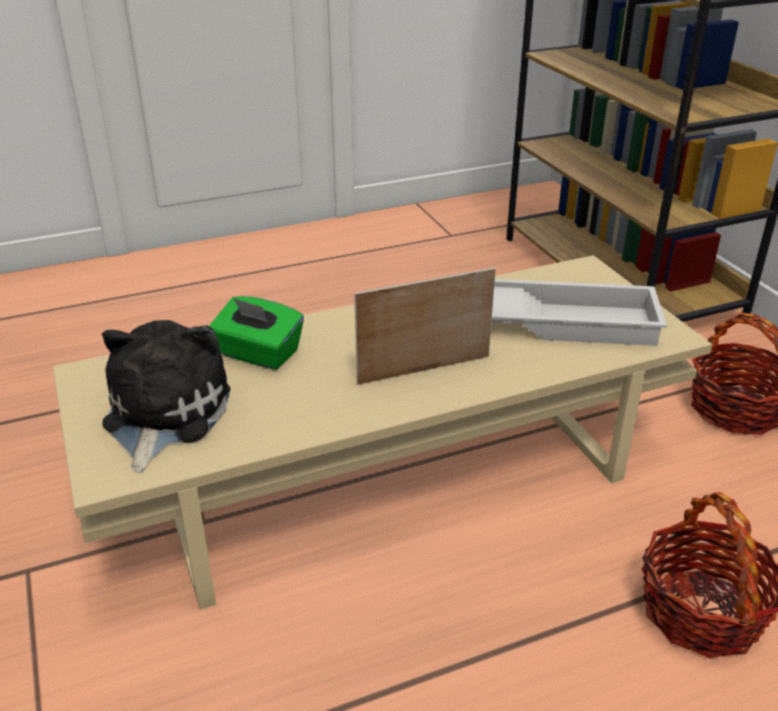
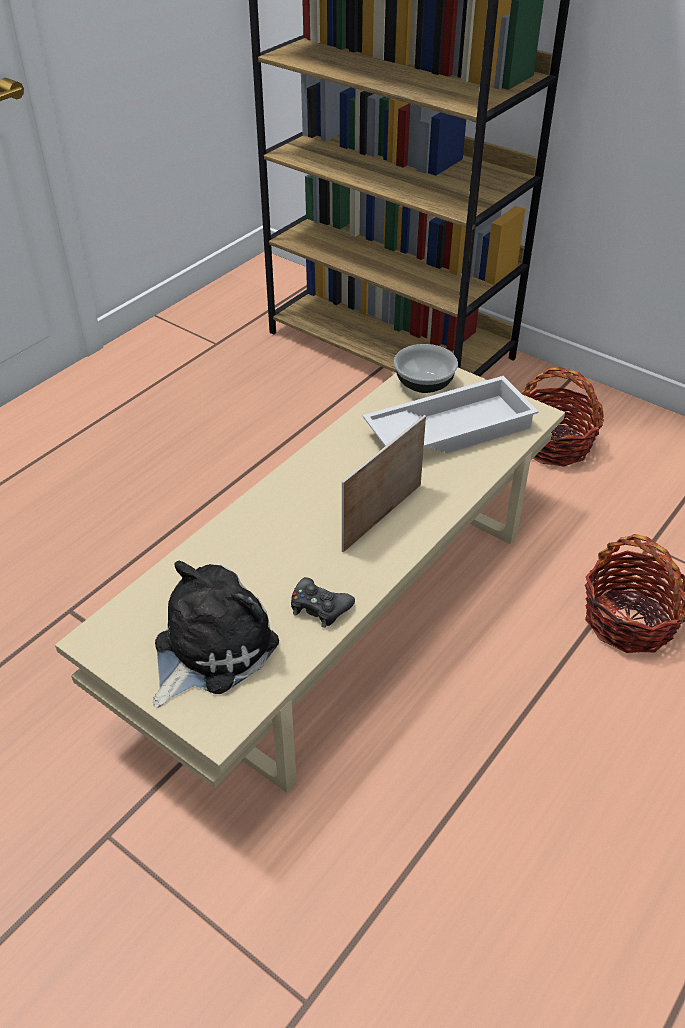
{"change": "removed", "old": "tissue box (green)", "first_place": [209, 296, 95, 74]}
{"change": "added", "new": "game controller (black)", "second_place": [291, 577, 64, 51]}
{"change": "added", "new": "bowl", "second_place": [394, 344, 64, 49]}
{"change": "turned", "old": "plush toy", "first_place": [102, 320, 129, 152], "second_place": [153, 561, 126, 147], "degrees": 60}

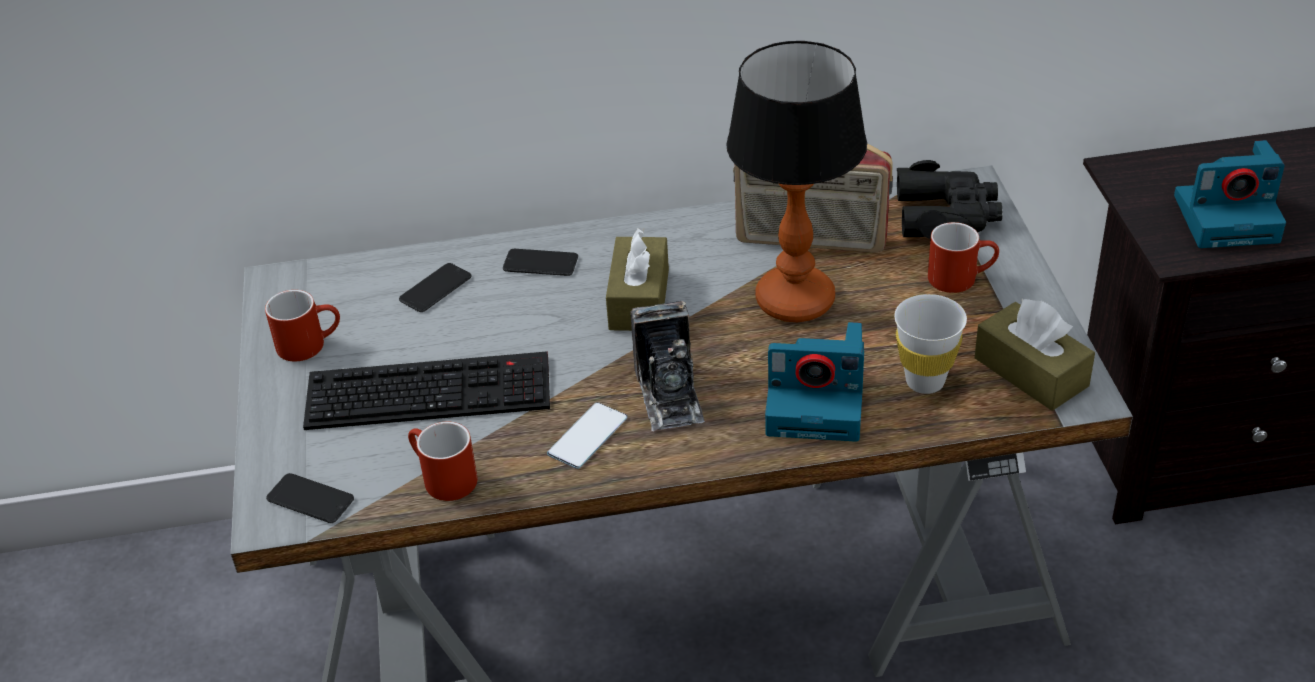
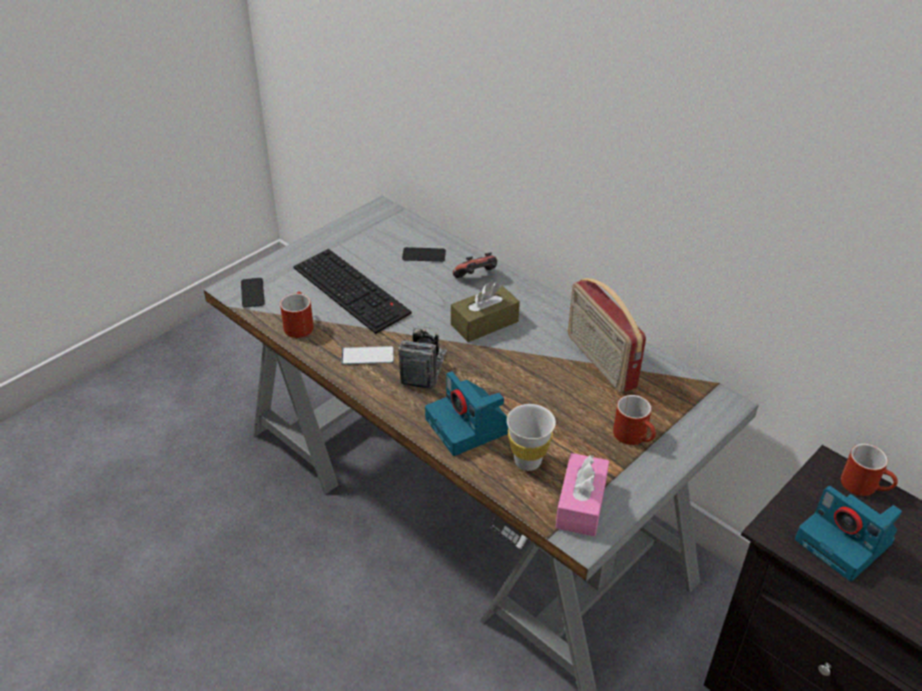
{"change": "removed", "old": "table lamp", "first_place": [726, 41, 141, 281]}
{"change": "removed", "old": "binoculars (black)", "first_place": [897, 160, 106, 79]}
{"change": "moved", "old": "mug (red)", "first_place": [265, 290, 75, 71], "second_place": [841, 444, 57, 52]}
{"change": "replaced", "old": "phone", "new": "game controller", "first_place": [503, 249, 75, 27], "second_place": [453, 252, 44, 26]}
{"change": "recoloured", "old": "tissue box (brown)", "new": "tissue box (pink)", "first_place": [975, 299, 120, 112], "second_place": [555, 453, 54, 83]}
{"change": "turned", "old": "photo camera", "first_place": [631, 301, 74, 130], "second_place": [398, 327, 49, 62], "degrees": 150}

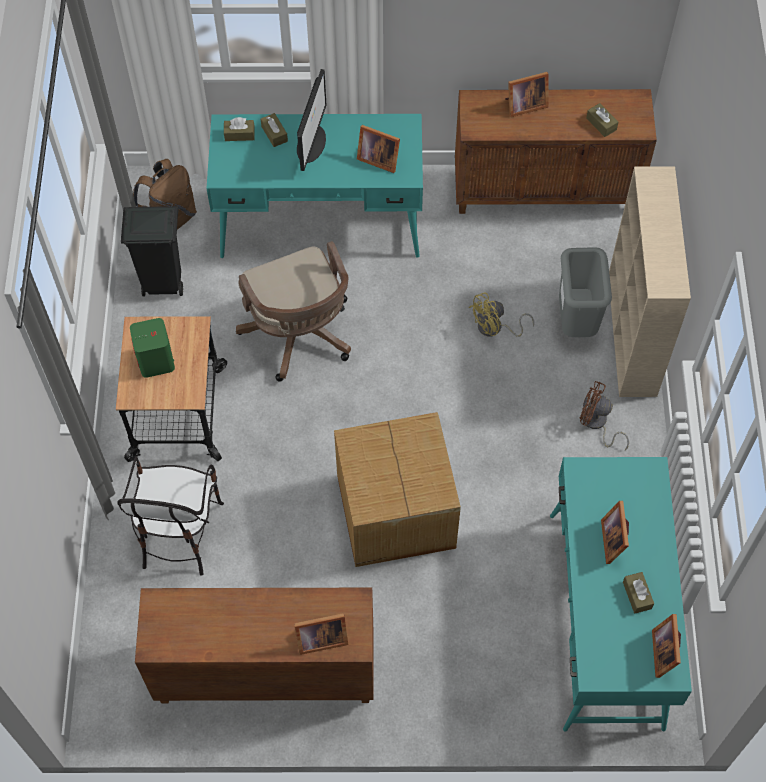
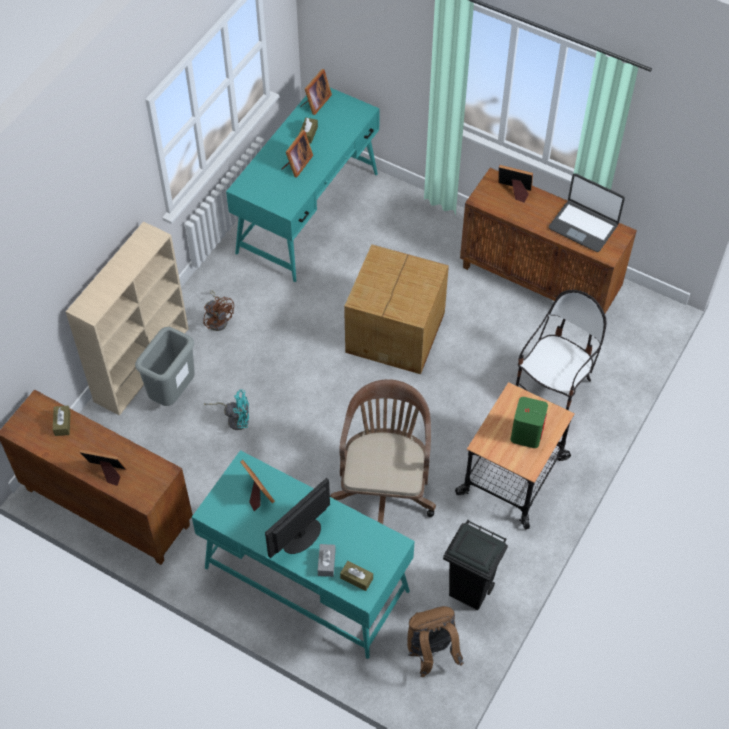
{"change": "added", "new": "laptop", "second_place": [549, 173, 76, 79]}
{"change": "recoloured", "old": "tissue box (brown)", "new": "tissue box (grey)", "first_place": [261, 113, 27, 34], "second_place": [318, 544, 18, 33]}
{"change": "recoloured", "old": "fan (yellow)", "new": "fan (turquoise)", "first_place": [469, 292, 65, 45], "second_place": [205, 389, 44, 41]}

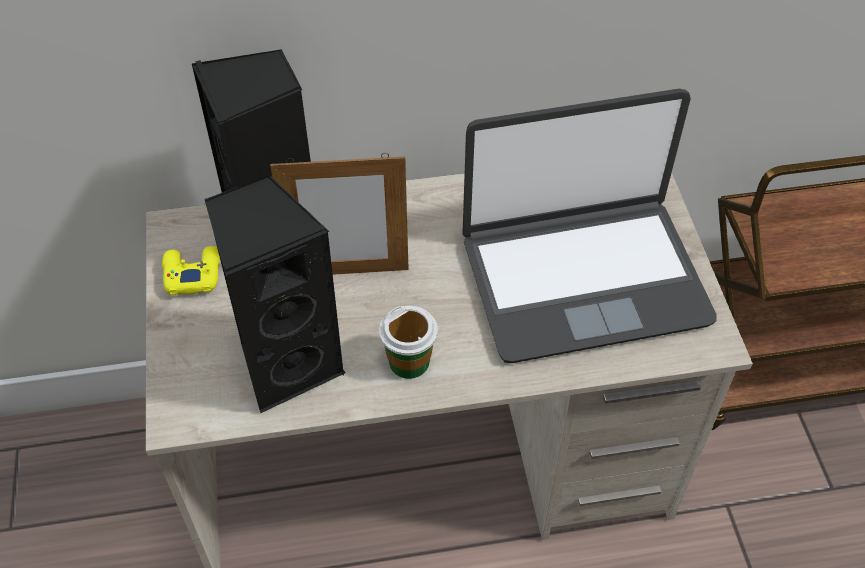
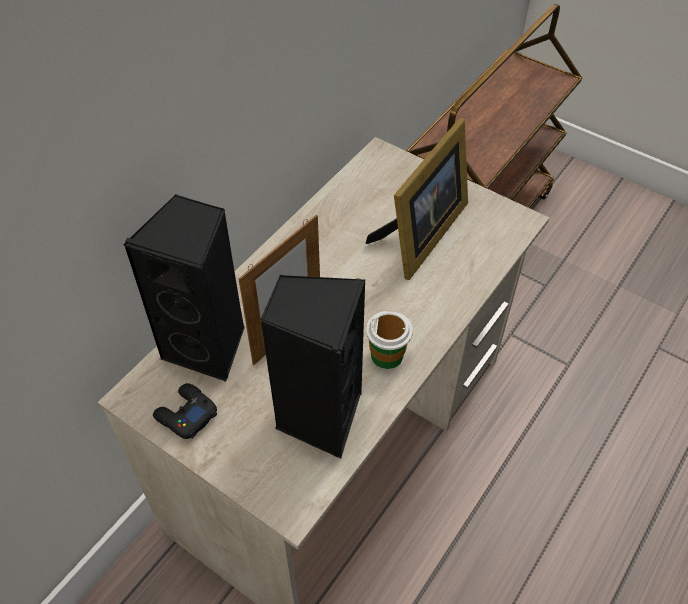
{"change": "replaced", "old": "laptop", "new": "picture frame", "first_place": [462, 89, 254, 274], "second_place": [365, 118, 103, 162]}
{"change": "recoloured", "old": "game controller (yellow)", "new": "game controller (black)", "first_place": [162, 246, 58, 50], "second_place": [153, 383, 64, 56]}

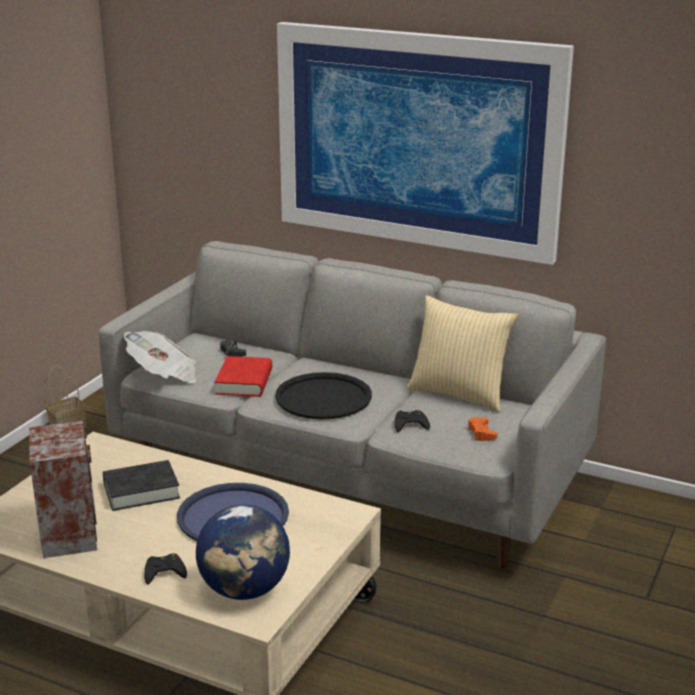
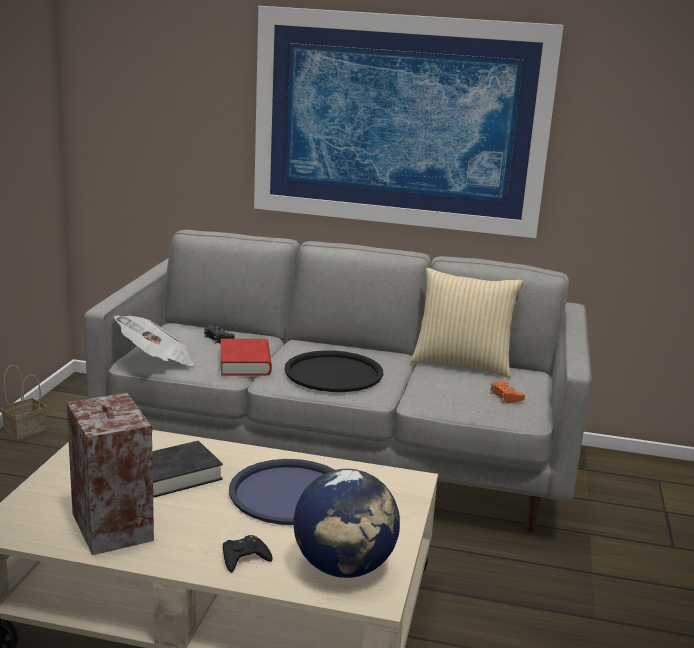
{"change": "removed", "old": "game controller (black)", "first_place": [395, 410, 35, 22]}

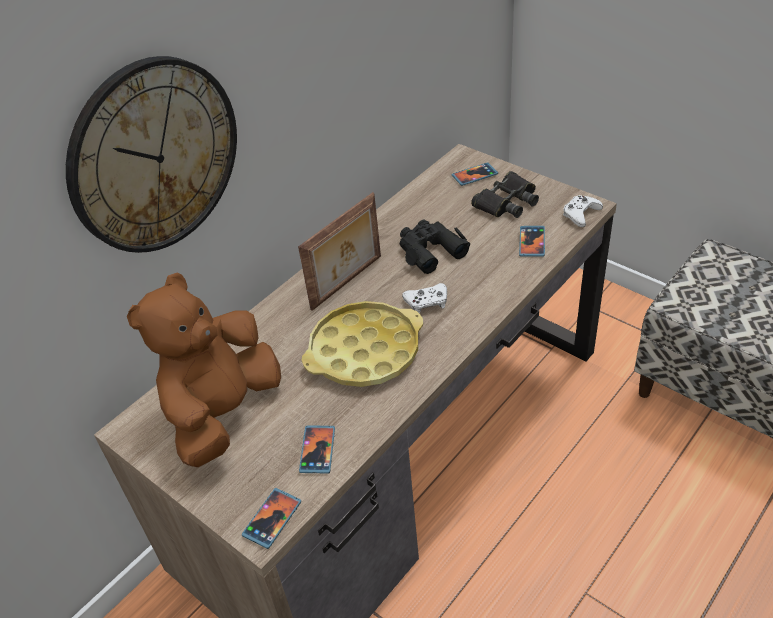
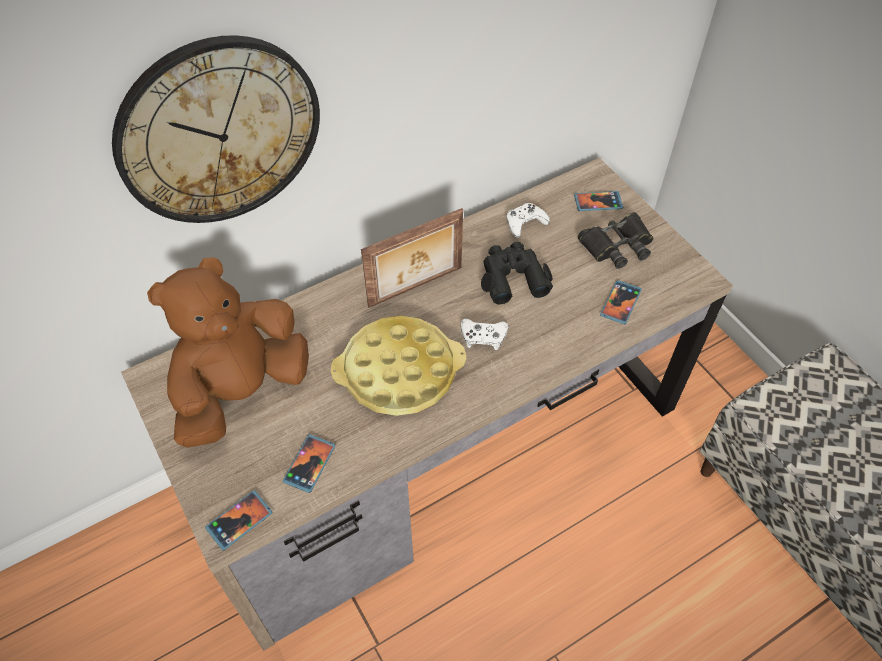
{"change": "moved", "old": "game controller (white)", "first_place": [563, 195, 40, 32], "second_place": [506, 203, 44, 35]}

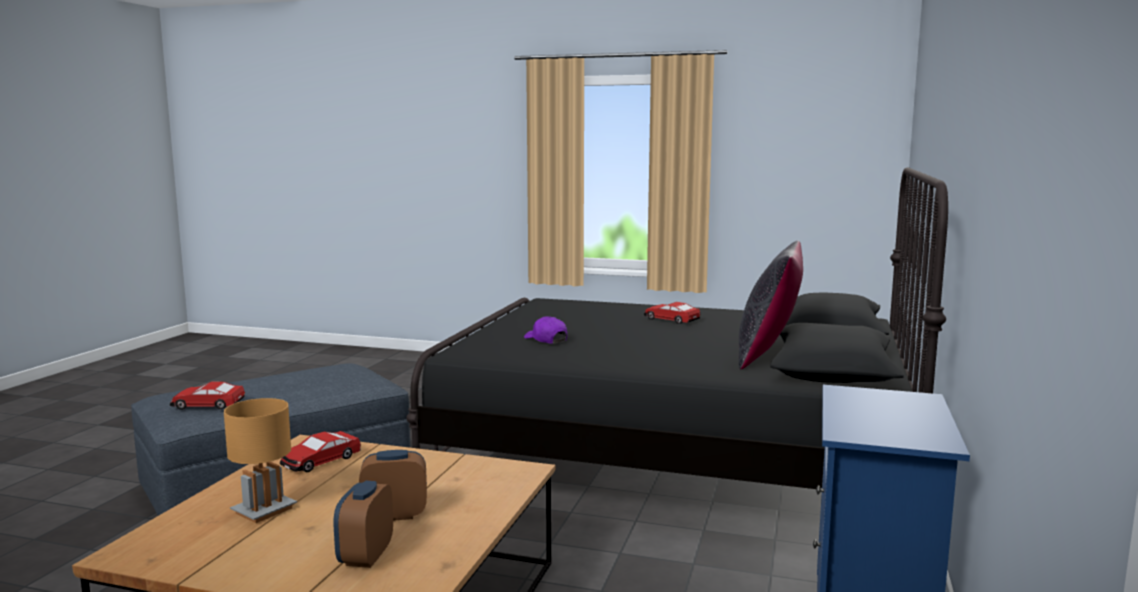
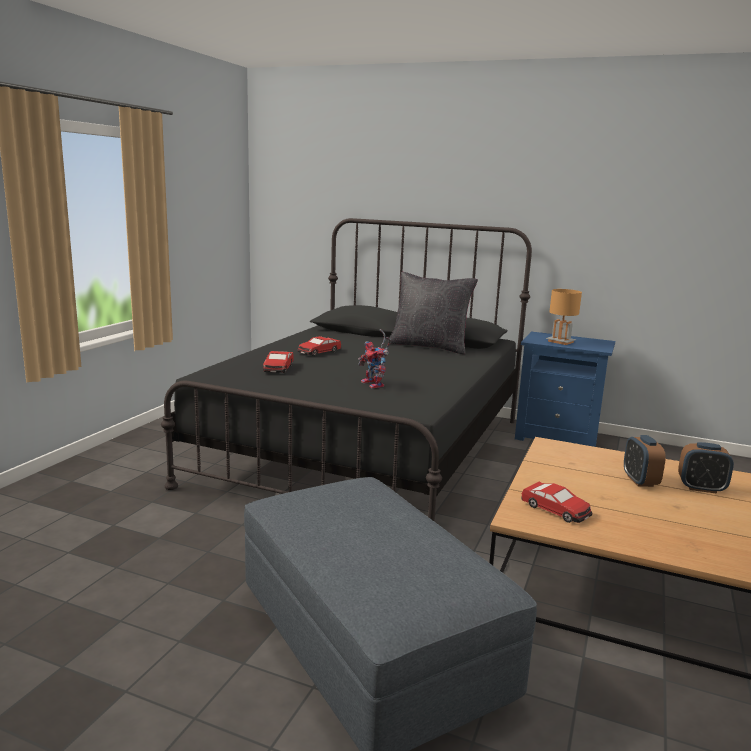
{"change": "moved", "old": "toy car", "first_place": [170, 381, 75, 29], "second_place": [263, 351, 31, 22]}
{"change": "moved", "old": "table lamp (brown)", "first_place": [224, 398, 73, 125], "second_place": [546, 289, 36, 56]}
{"change": "replaced", "old": "cap (purple)", "new": "toy robot", "first_place": [524, 316, 43, 28], "second_place": [358, 329, 33, 60]}

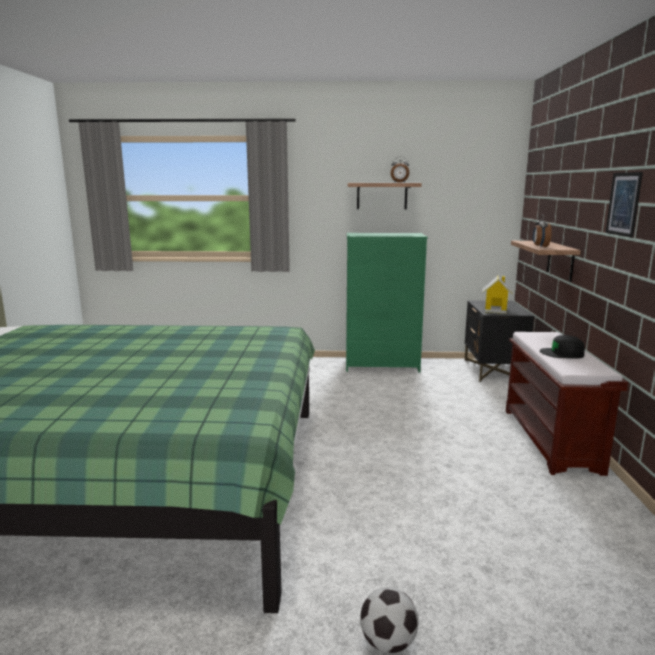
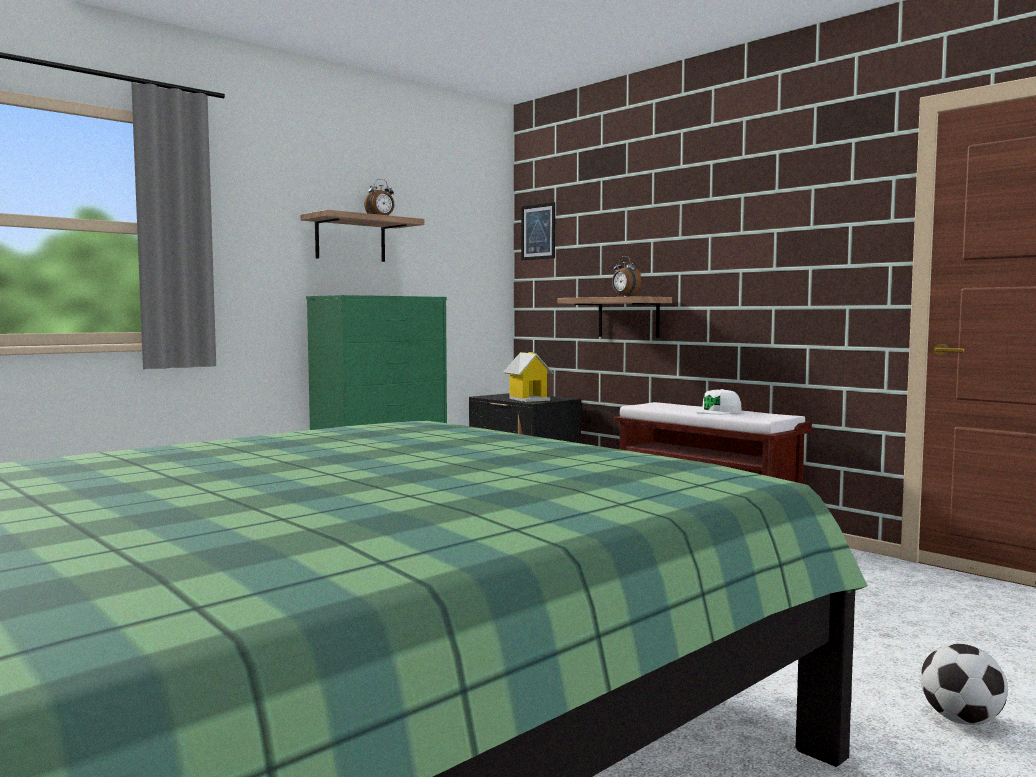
{"change": "moved", "old": "picture", "first_place": [605, 172, 38, 66], "second_place": [521, 202, 34, 58]}
{"change": "recoloured", "old": "cap (black)", "new": "cap (white)", "first_place": [540, 335, 45, 24], "second_place": [693, 389, 49, 26]}

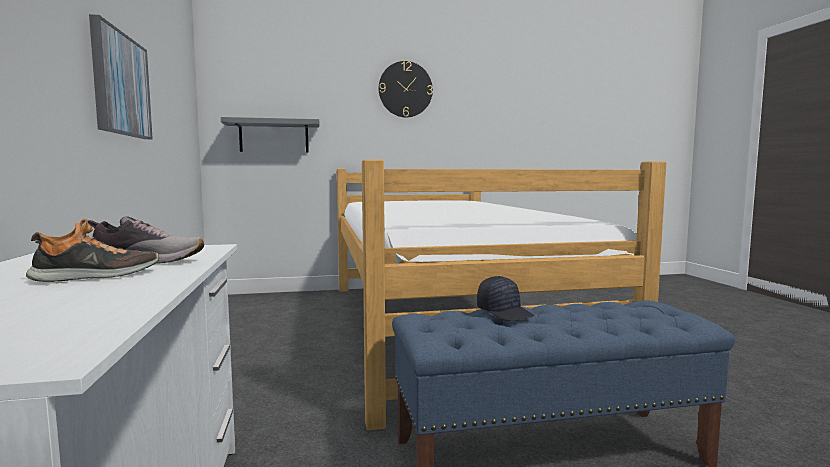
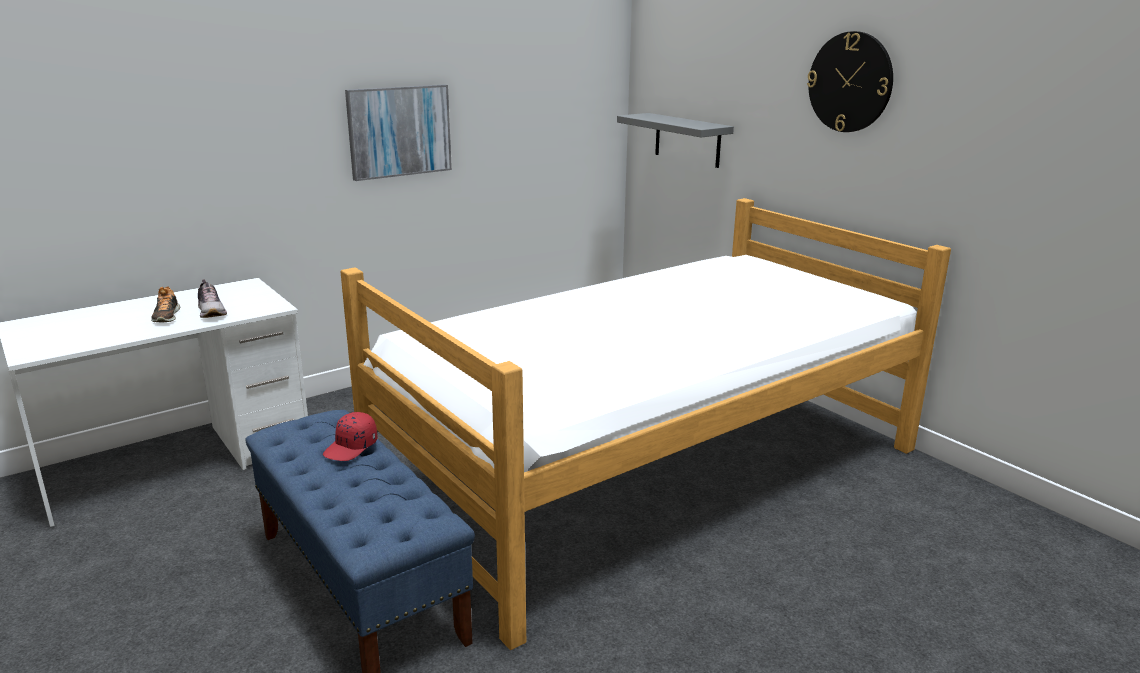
{"change": "recoloured", "old": "cap (black)", "new": "cap (red)", "first_place": [477, 276, 58, 45], "second_place": [323, 412, 54, 49]}
{"change": "turned", "old": "shoe", "first_place": [26, 218, 133, 64], "second_place": [151, 286, 29, 36], "degrees": 45}

